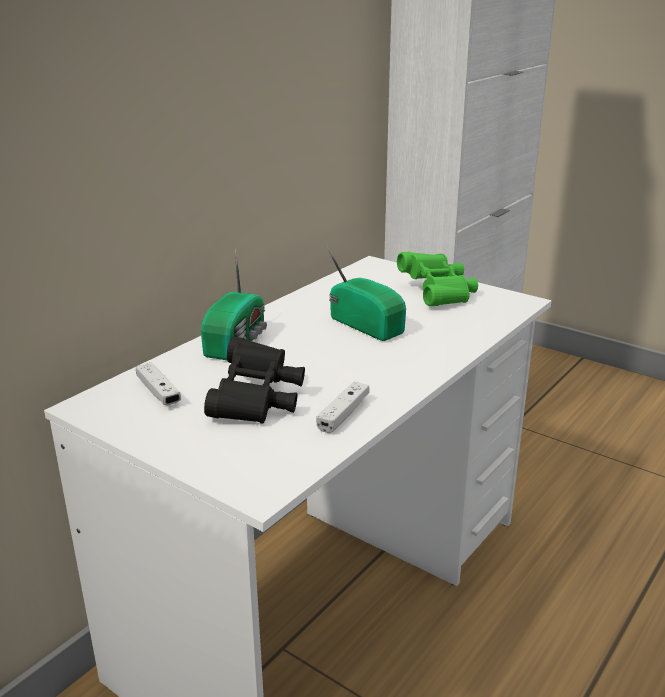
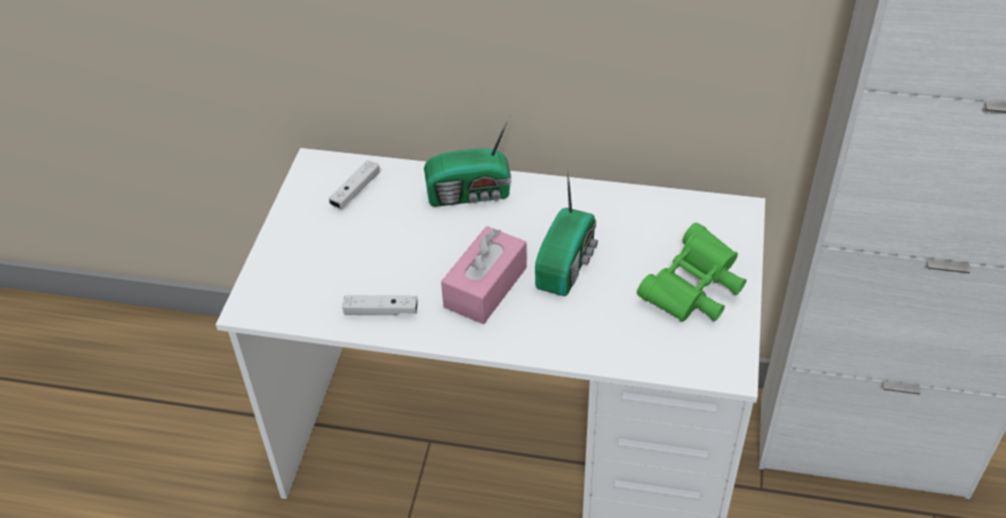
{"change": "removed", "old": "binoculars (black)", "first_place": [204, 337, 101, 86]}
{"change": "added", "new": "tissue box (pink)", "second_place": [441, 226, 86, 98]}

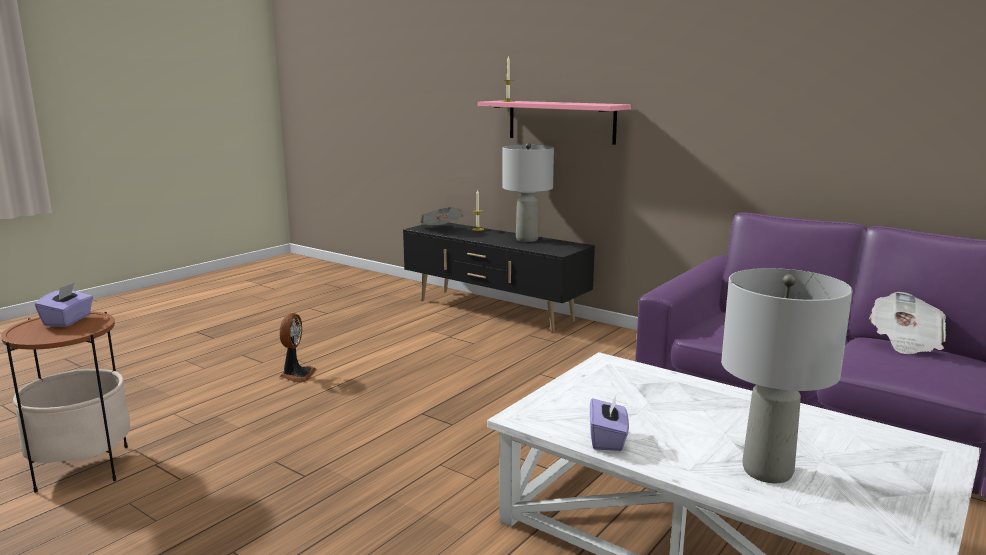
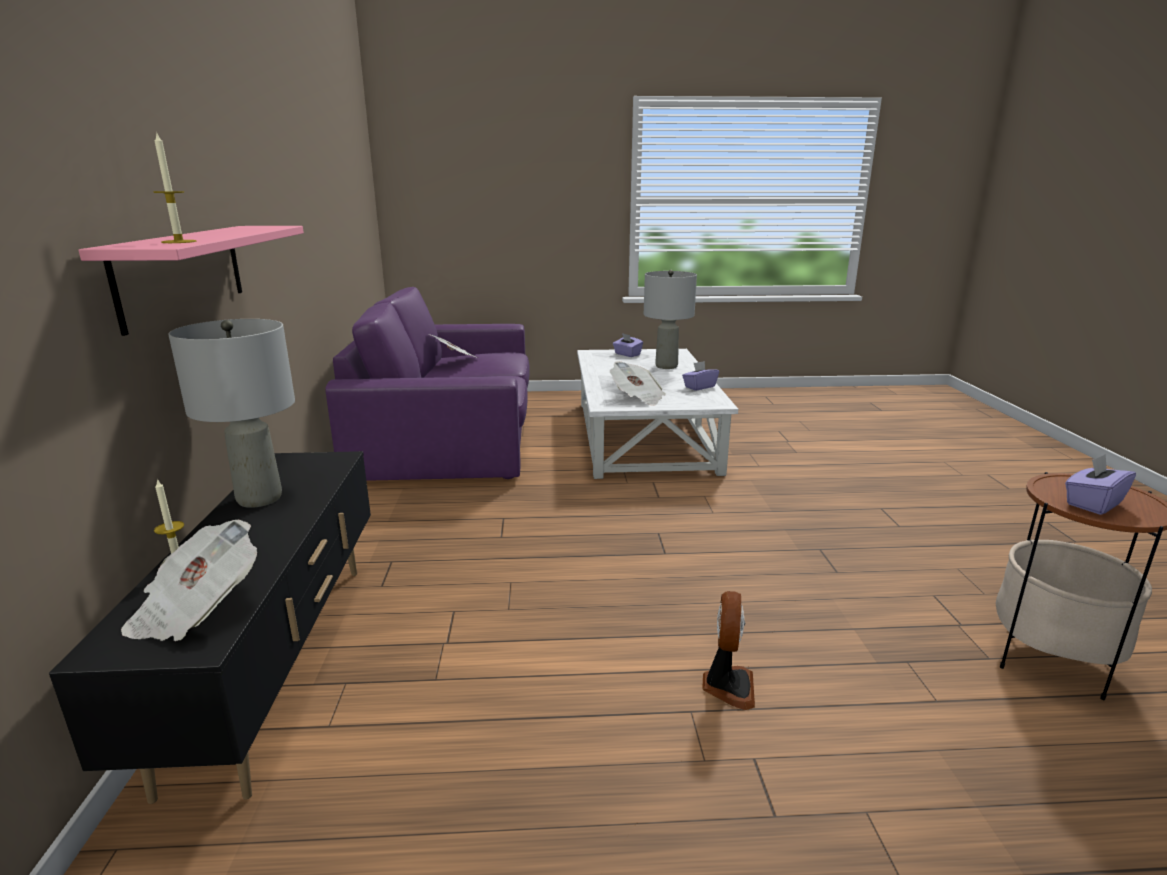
{"change": "added", "new": "newspaper", "second_place": [610, 361, 56, 45]}
{"change": "added", "new": "tissue box (purple)", "second_place": [613, 333, 30, 24]}
{"change": "turned", "old": "fan", "first_place": [279, 313, 37, 70], "second_place": [702, 591, 53, 119], "degrees": 135}

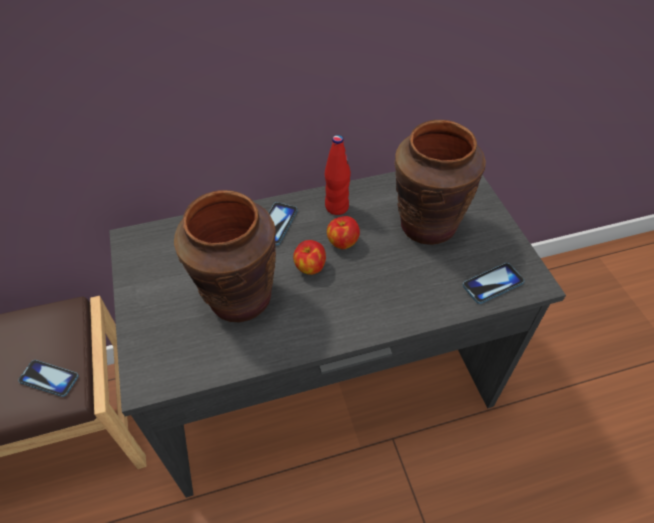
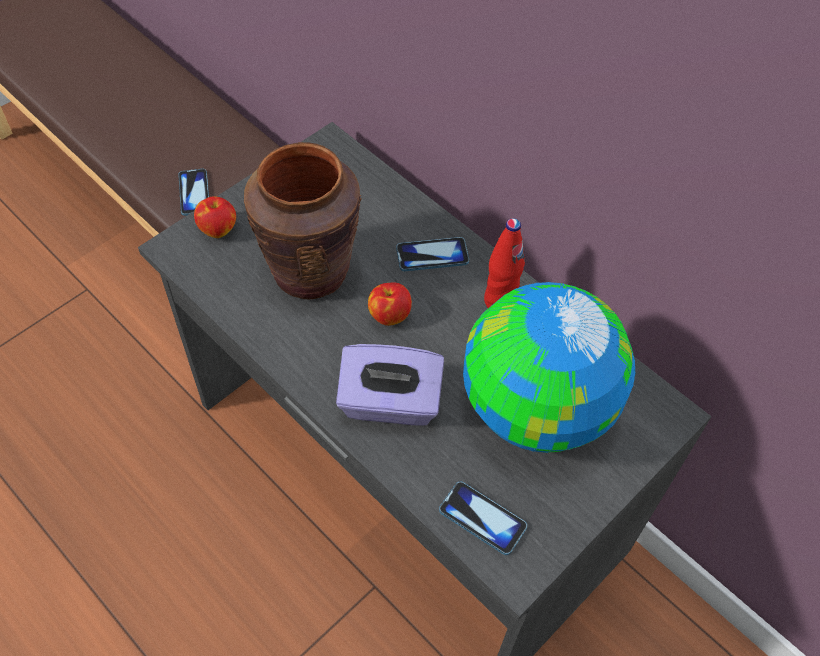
{"change": "added", "new": "tissue box (purple)", "second_place": [336, 344, 108, 81]}
{"change": "moved", "old": "apple", "first_place": [327, 216, 33, 33], "second_place": [194, 196, 42, 42]}
{"change": "replaced", "old": "vase (brown)", "new": "globe", "first_place": [395, 120, 91, 125], "second_place": [463, 282, 172, 171]}

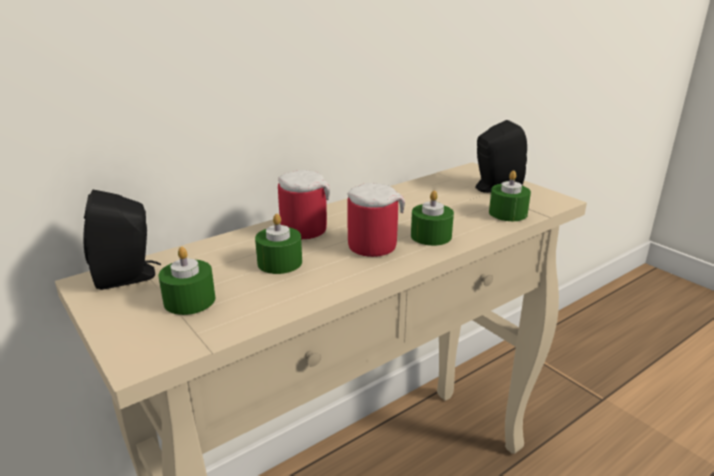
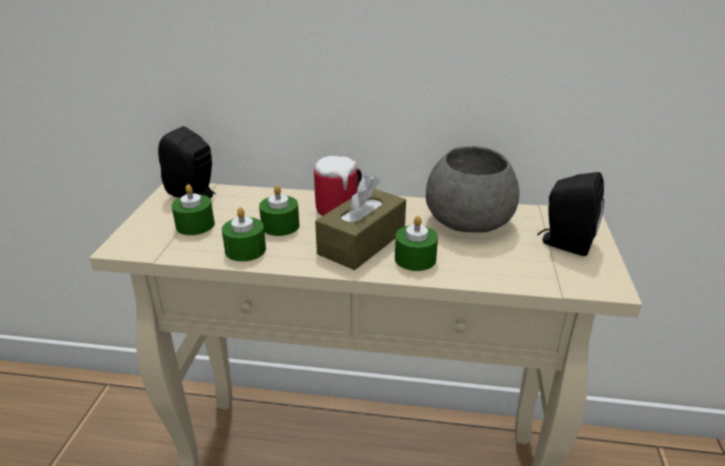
{"change": "added", "new": "bowl (grey)", "second_place": [426, 146, 93, 87]}
{"change": "moved", "old": "candle (green)", "first_place": [489, 170, 42, 51], "second_place": [222, 207, 44, 55]}
{"change": "replaced", "old": "mug", "new": "tissue box (brown)", "first_place": [347, 183, 58, 74], "second_place": [315, 175, 91, 95]}

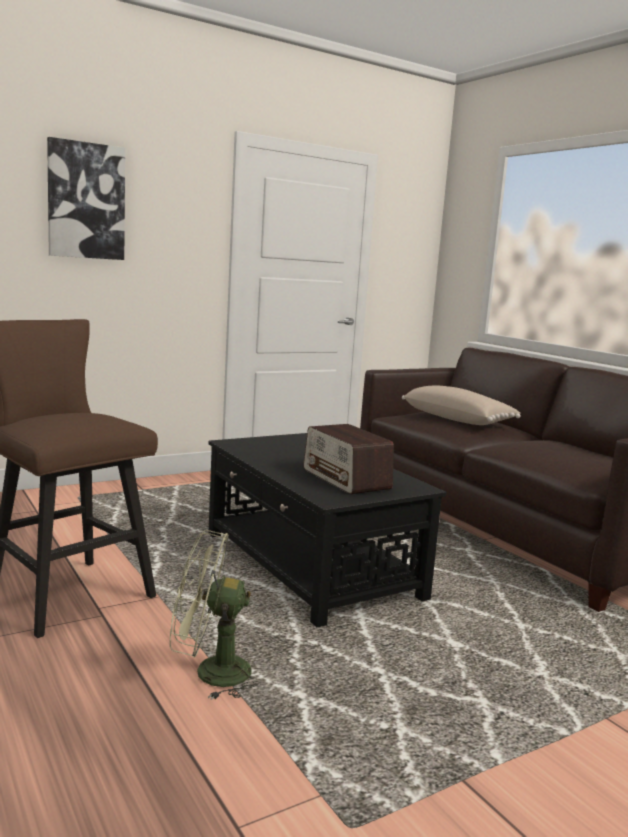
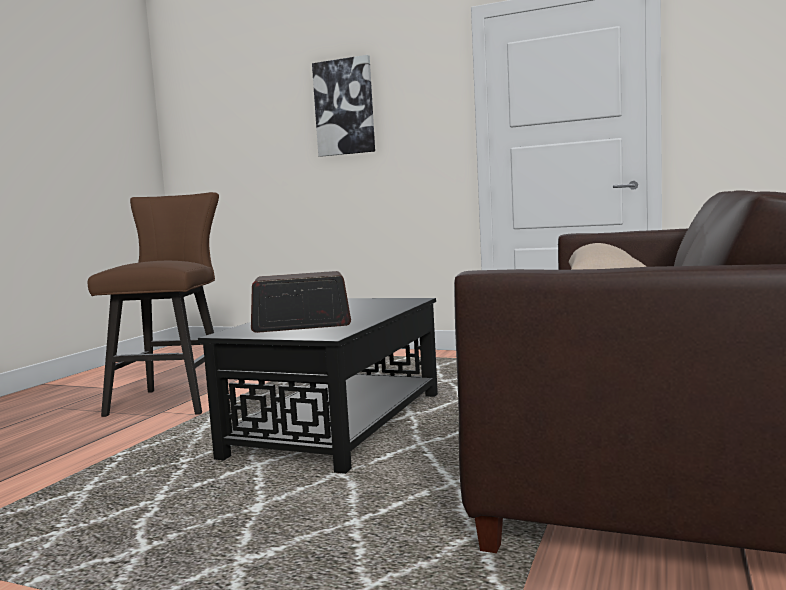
{"change": "removed", "old": "fan (green)", "first_place": [170, 530, 88, 170]}
{"change": "turned", "old": "radio", "first_place": [303, 424, 91, 70], "second_place": [251, 271, 100, 62], "degrees": 60}

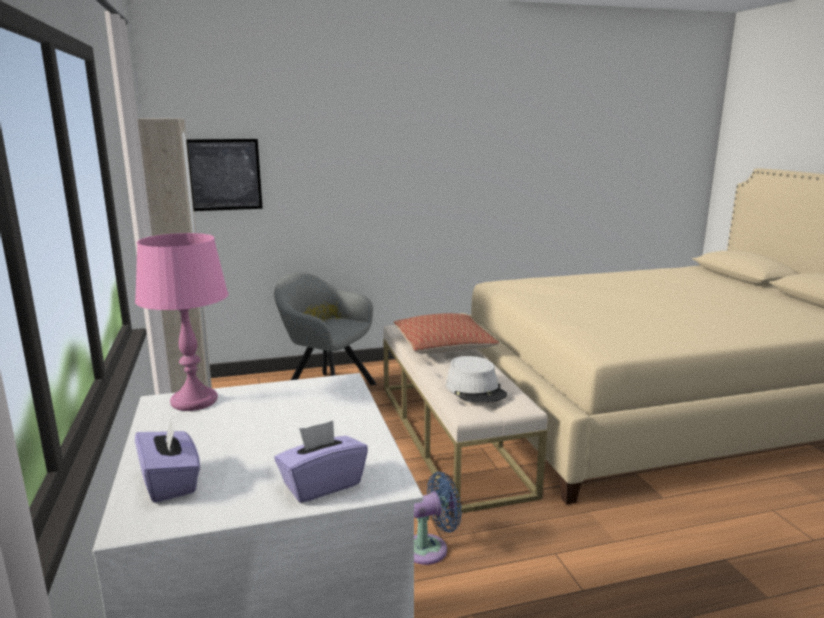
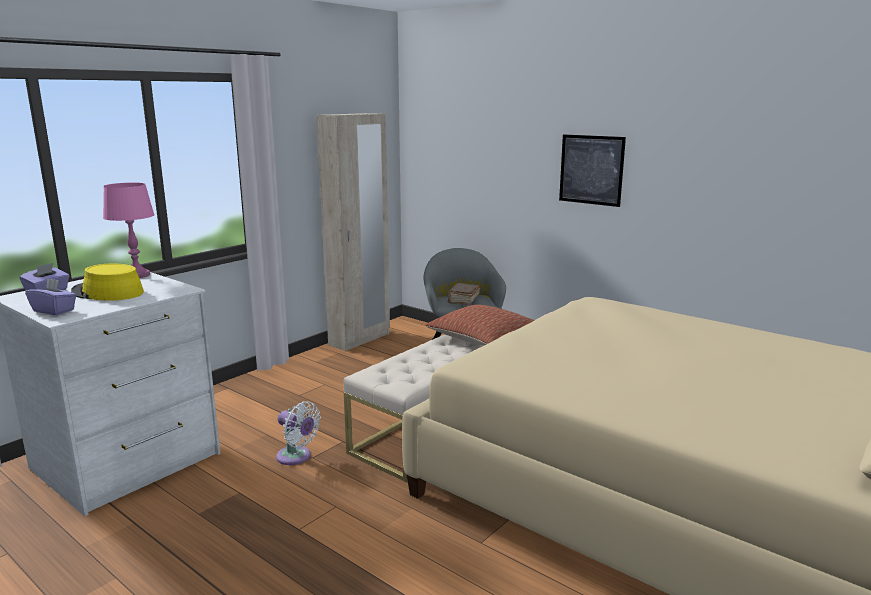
{"change": "removed", "old": "hat (grey)", "first_place": [446, 356, 61, 47]}
{"change": "added", "new": "hat (yellow)", "second_place": [71, 264, 73, 37]}
{"change": "added", "new": "book (brown)", "second_place": [447, 283, 33, 22]}
{"change": "moved", "old": "picture", "first_place": [186, 139, 77, 72], "second_place": [559, 135, 67, 72]}
{"change": "recoloured", "old": "fan (blue)", "new": "fan (white)", "first_place": [414, 472, 48, 93], "second_place": [276, 401, 45, 64]}

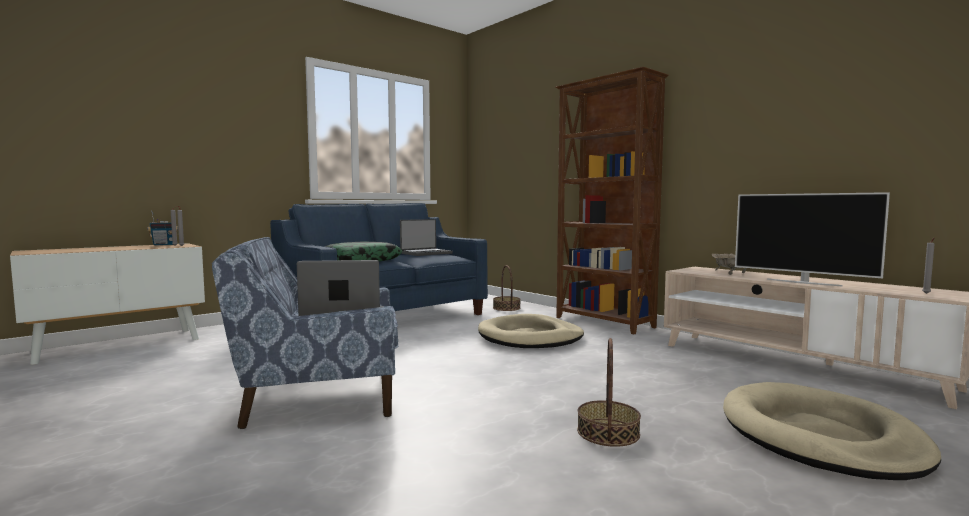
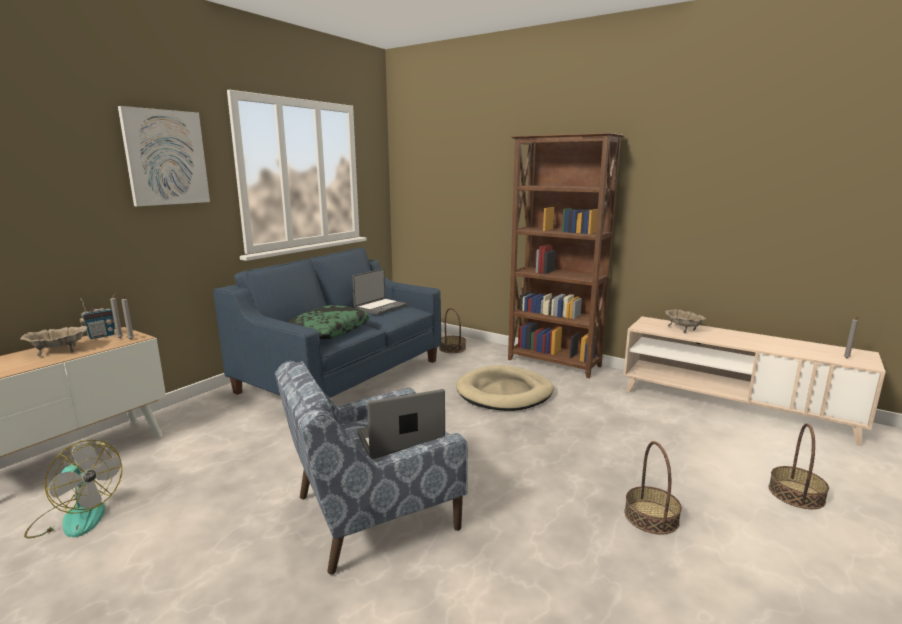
{"change": "removed", "old": "television", "first_place": [735, 192, 155, 95]}
{"change": "added", "new": "bowl (beige)", "second_place": [20, 326, 67, 30]}
{"change": "added", "new": "fan", "second_place": [24, 440, 98, 99]}
{"change": "added", "new": "picture", "second_place": [118, 106, 92, 100]}
{"change": "replaced", "old": "dog bed (beige)", "new": "basket", "first_place": [723, 382, 218, 98], "second_place": [769, 423, 60, 86]}

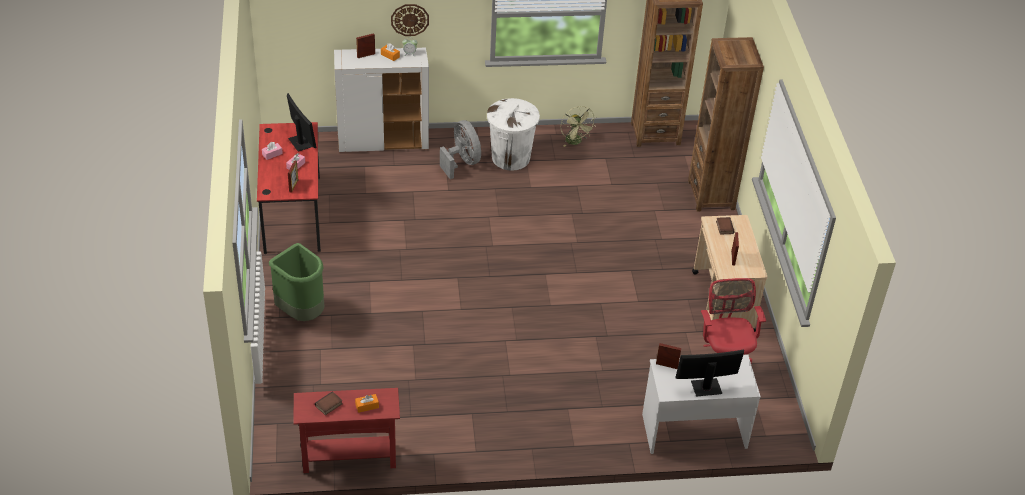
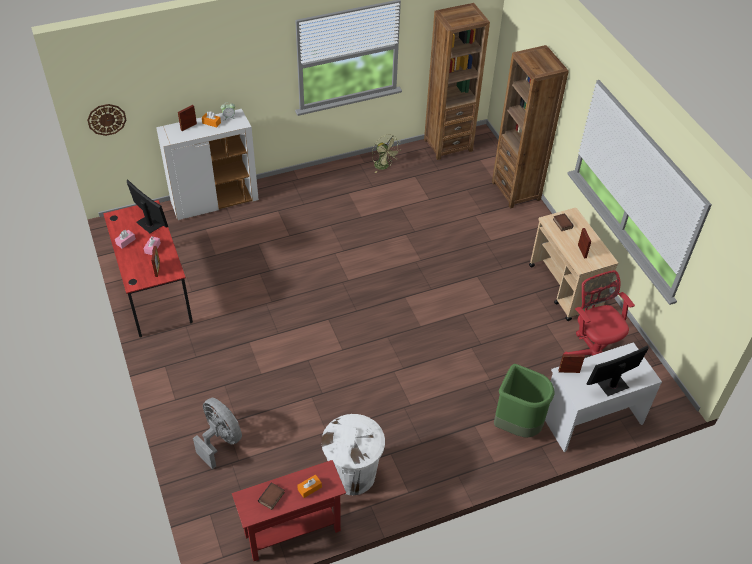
{"change": "moved", "old": "trash can (green)", "first_place": [269, 243, 55, 78], "second_place": [494, 364, 61, 74]}
{"change": "moved", "old": "wall clock", "first_place": [391, 4, 38, 32], "second_place": [87, 104, 39, 32]}
{"change": "moved", "old": "fan (grey)", "first_place": [440, 120, 41, 59], "second_place": [193, 398, 49, 71]}
{"change": "moved", "old": "trash can (white)", "first_place": [487, 98, 53, 72], "second_place": [322, 414, 63, 81]}

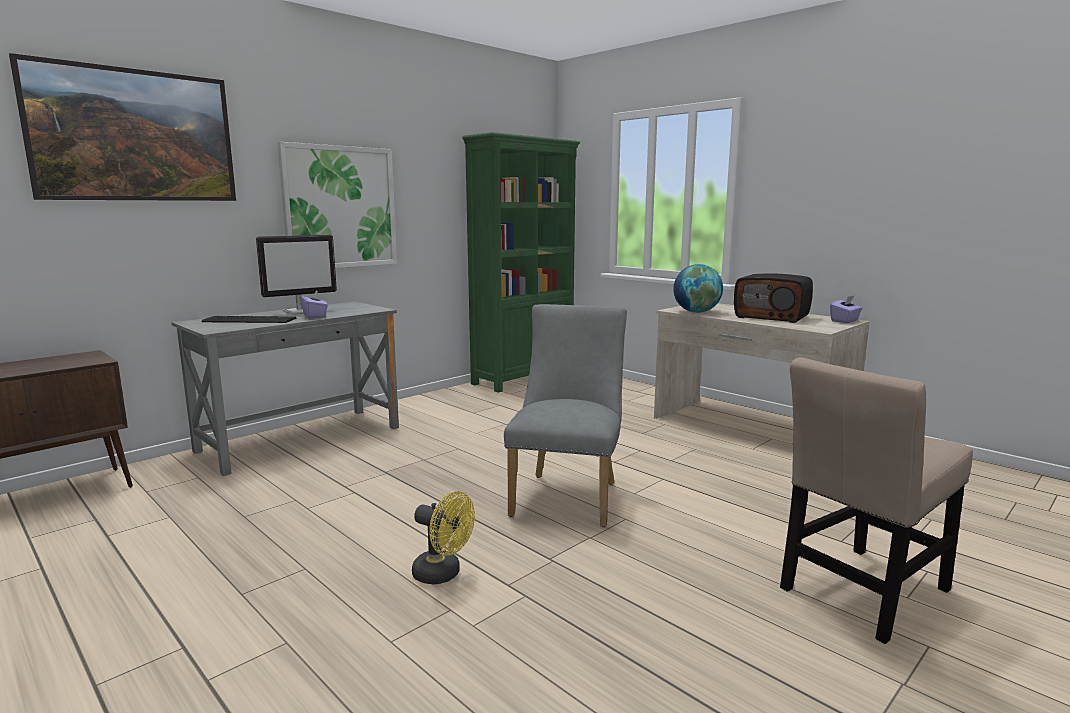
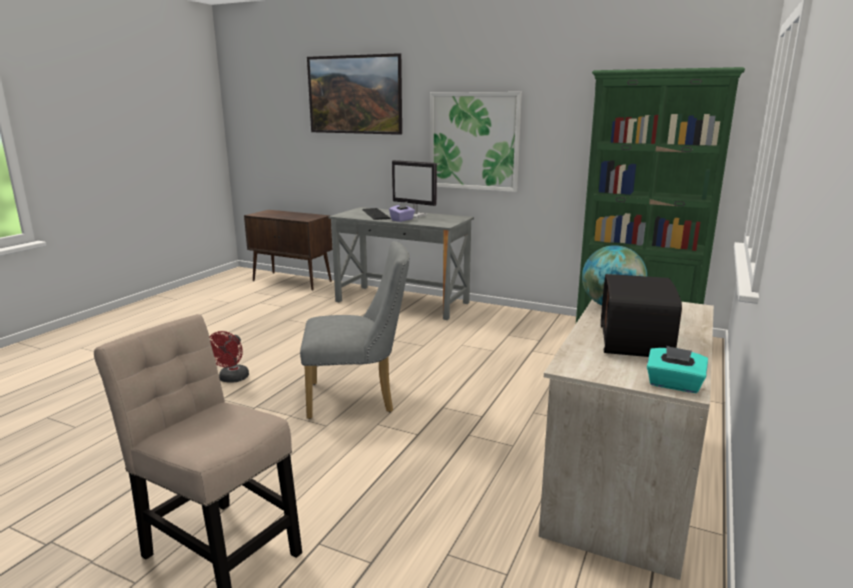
{"change": "recoloured", "old": "fan (yellow)", "new": "fan (red)", "first_place": [412, 491, 63, 94], "second_place": [209, 331, 40, 52]}
{"change": "recoloured", "old": "tissue box (purple)", "new": "tissue box (turquoise)", "first_place": [830, 295, 33, 28], "second_place": [647, 346, 61, 47]}

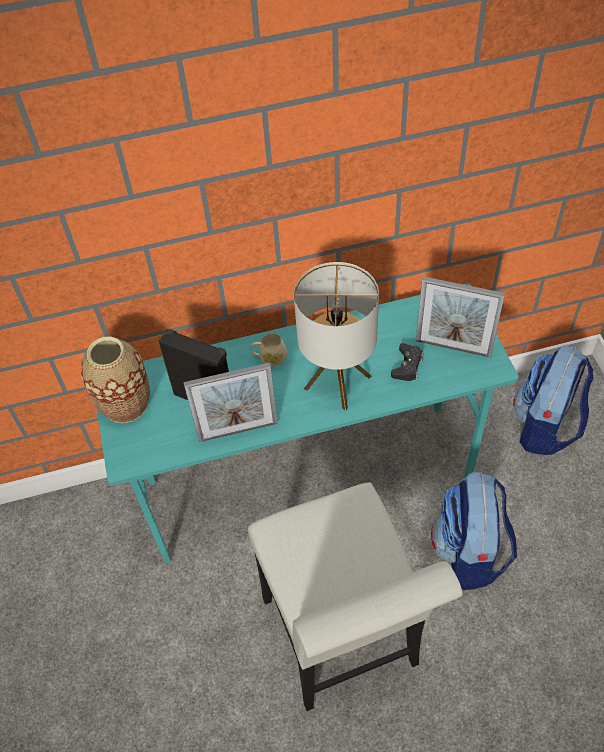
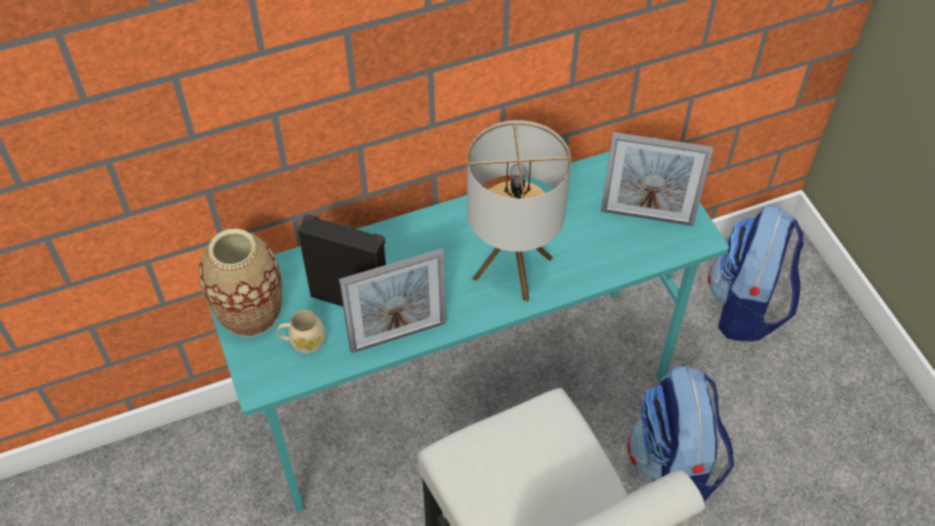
{"change": "removed", "old": "game controller (black)", "first_place": [391, 343, 32, 38]}
{"change": "moved", "old": "mug (beige)", "first_place": [251, 333, 36, 34], "second_place": [277, 310, 49, 43]}

